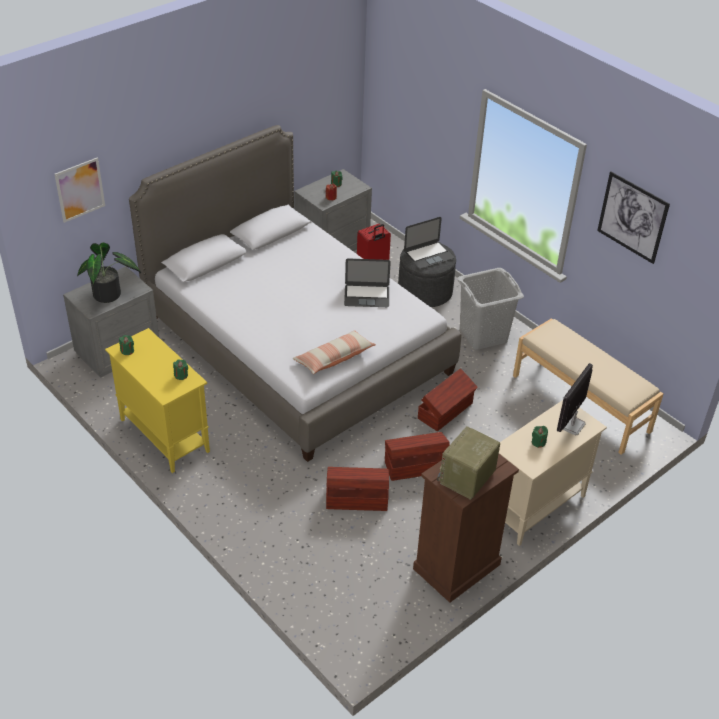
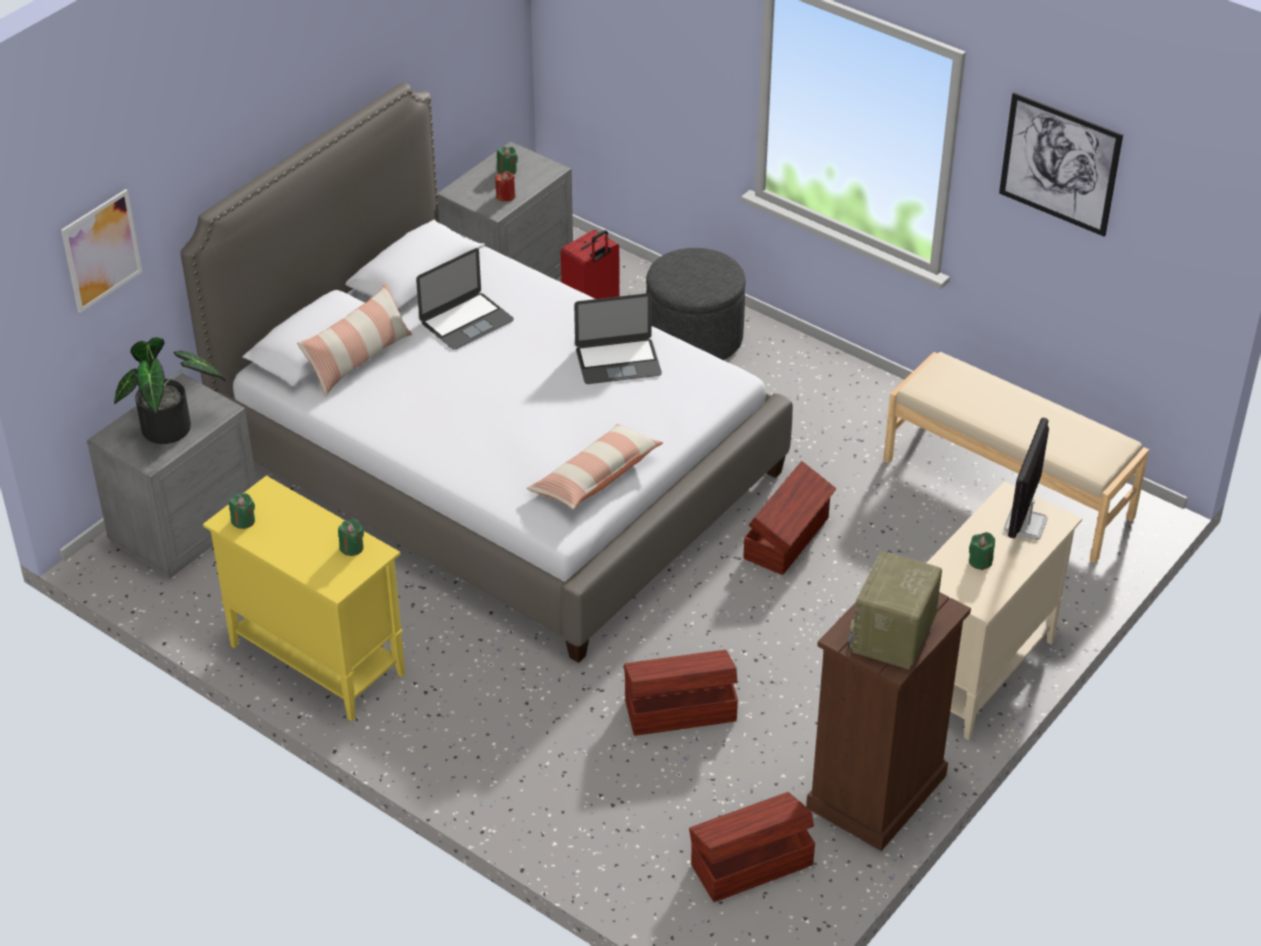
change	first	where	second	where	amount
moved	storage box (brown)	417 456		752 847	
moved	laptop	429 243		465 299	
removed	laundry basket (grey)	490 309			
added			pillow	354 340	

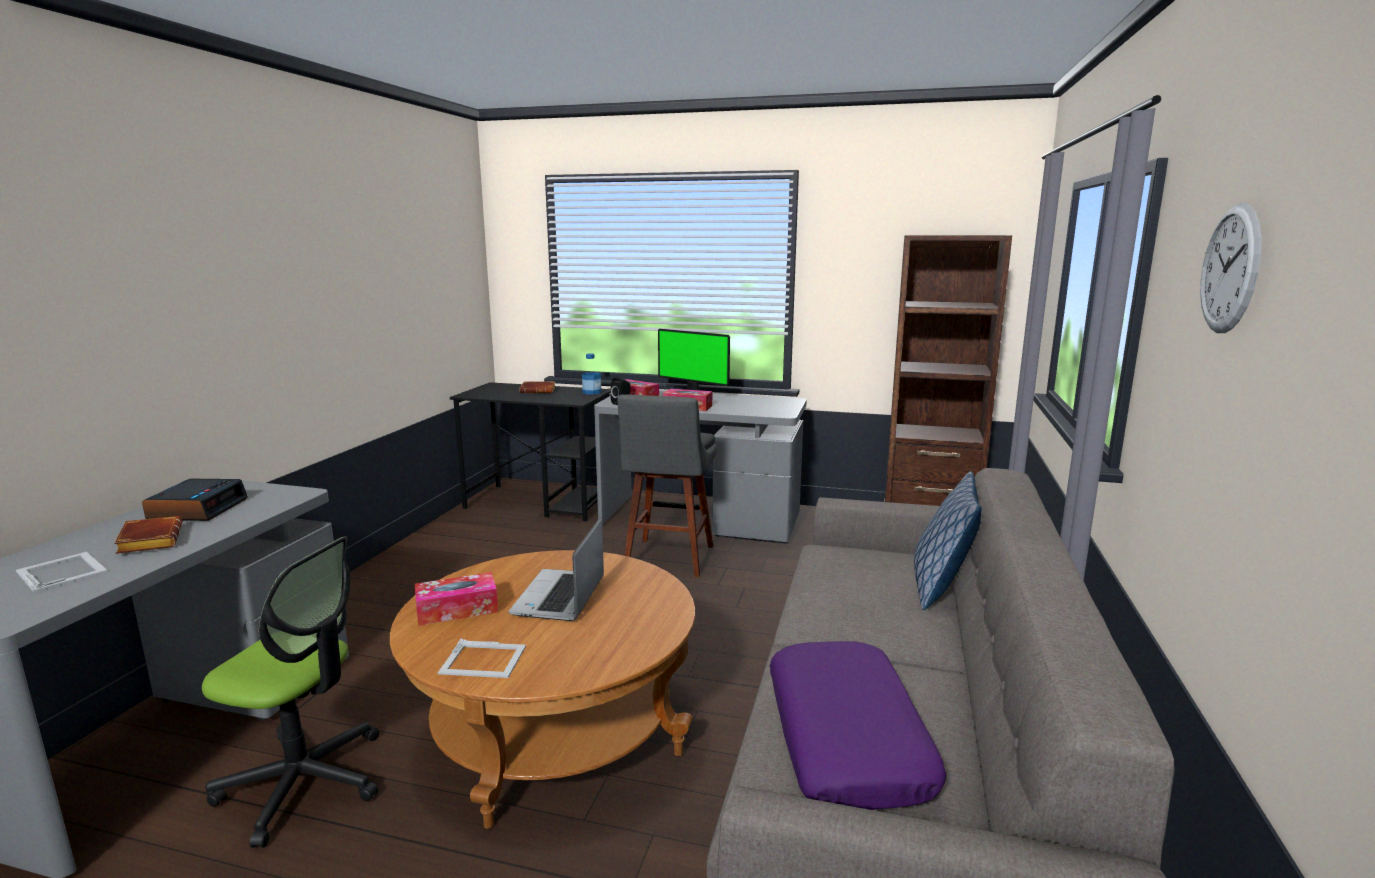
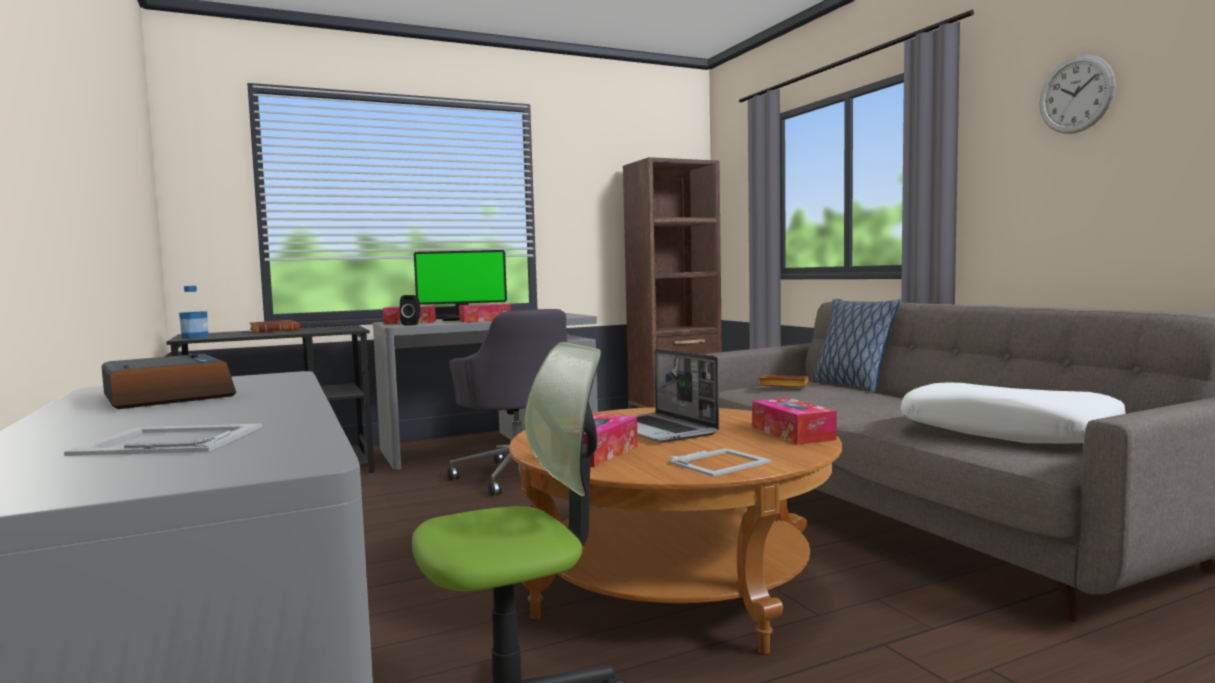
change	first	where	second	where	amount
moved	book (brown)	148 535		784 381	
moved	bottle	591 374		193 312	
replaced	stool (grey)	667 485	office chair (grey)	507 402	
recoloured	pillow (purple)	858 725	pillow (white)	1013 412	
added			tissue box	794 421	

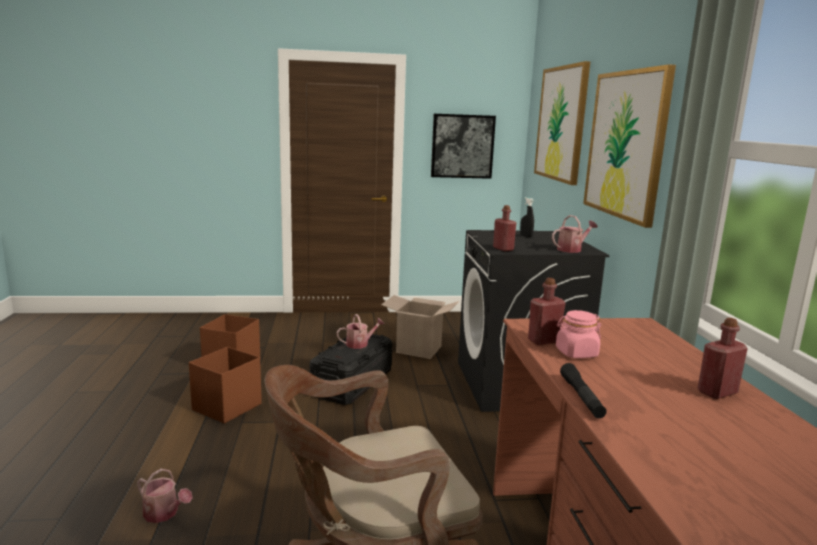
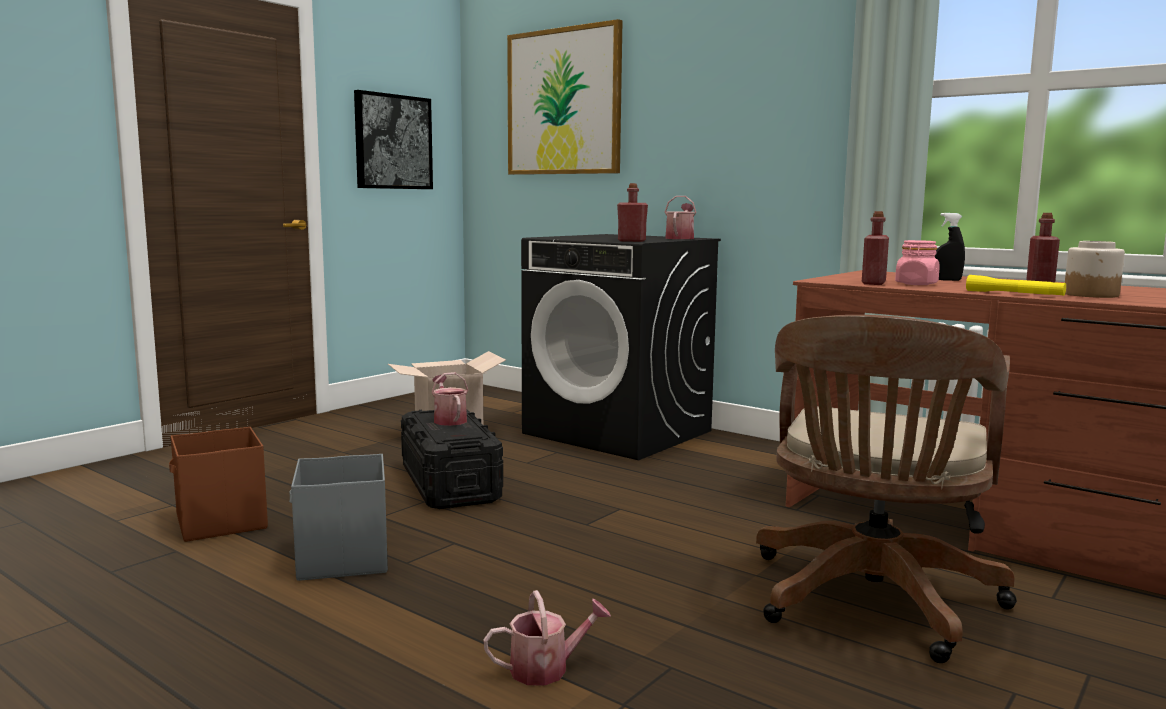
change	first	where	second	where	amount
recoloured	storage box (brown)	225 385	storage box (grey)	338 517	
turned	watering can	361 331		450 399	45 degrees counterclockwise
moved	spray bottle (black)	527 217		950 247	
recoloured	flashlight (black)	583 390	flashlight (yellow)	1016 285	
removed	picture	629 146			
added			jar	1095 269	

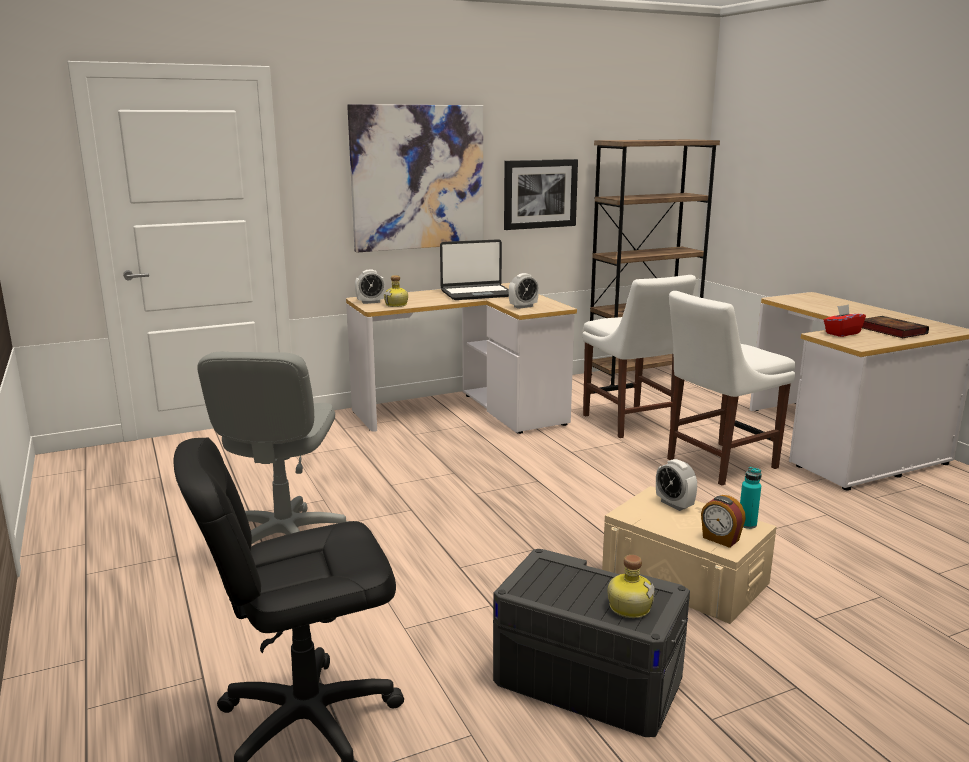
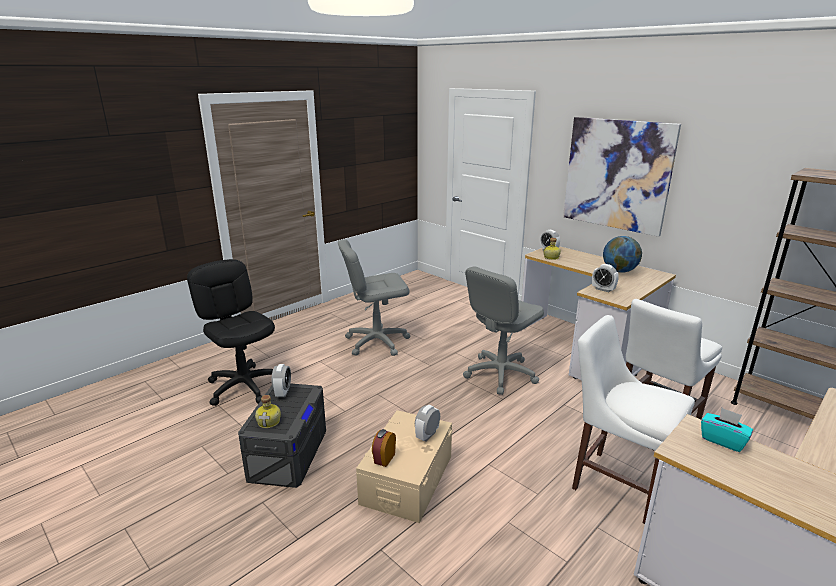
change	first	where	second	where	amount
replaced	laptop	474 269	globe	622 254	
removed	picture	541 194			
removed	bottle (turquoise)	750 498			
recoloured	tissue box (red)	845 320	tissue box (turquoise)	727 430	
removed	book	895 327			
added			alarm clock	281 380	
added			office chair (grey)	503 330	

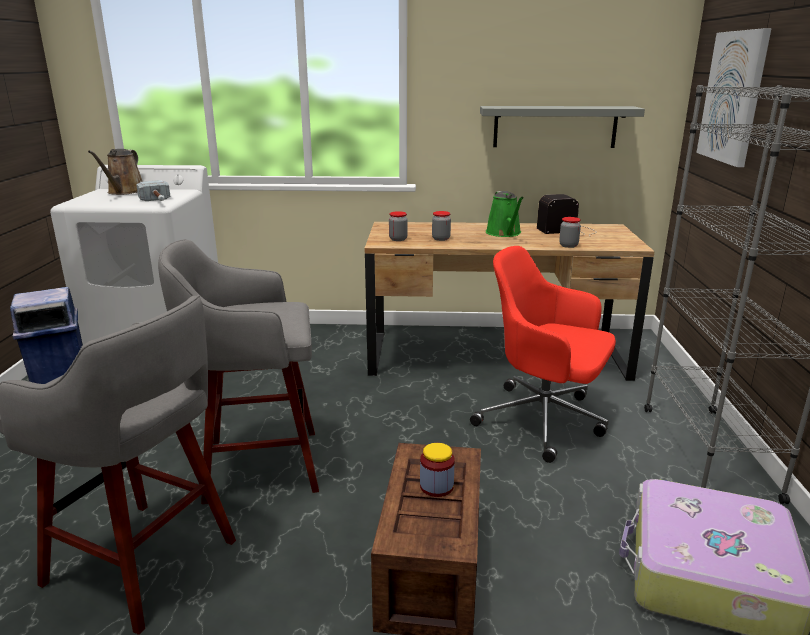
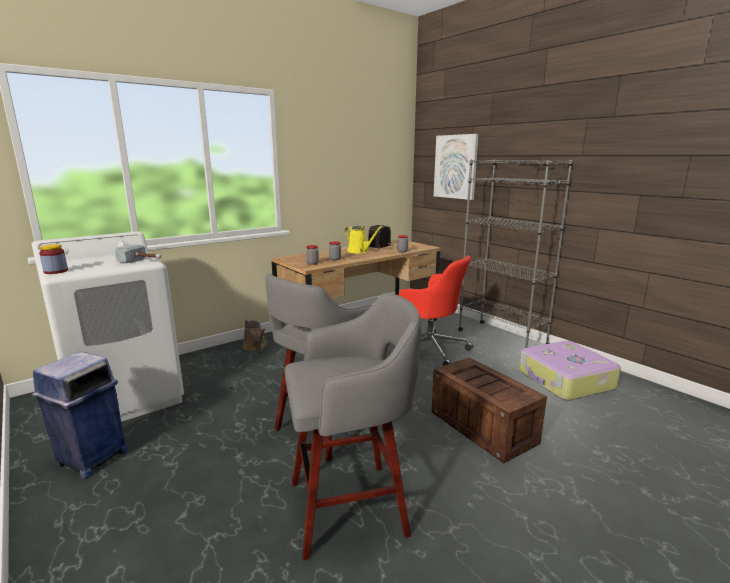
change	first	where	second	where	amount
moved	watering can (brown)	115 172		254 335	
moved	jar	437 470		53 259	
turned	office chair (red)	543 354		436 311	135 degrees counterclockwise
removed	shelf (grey)	562 127			
recoloured	watering can (green)	505 214	watering can (yellow)	363 239	

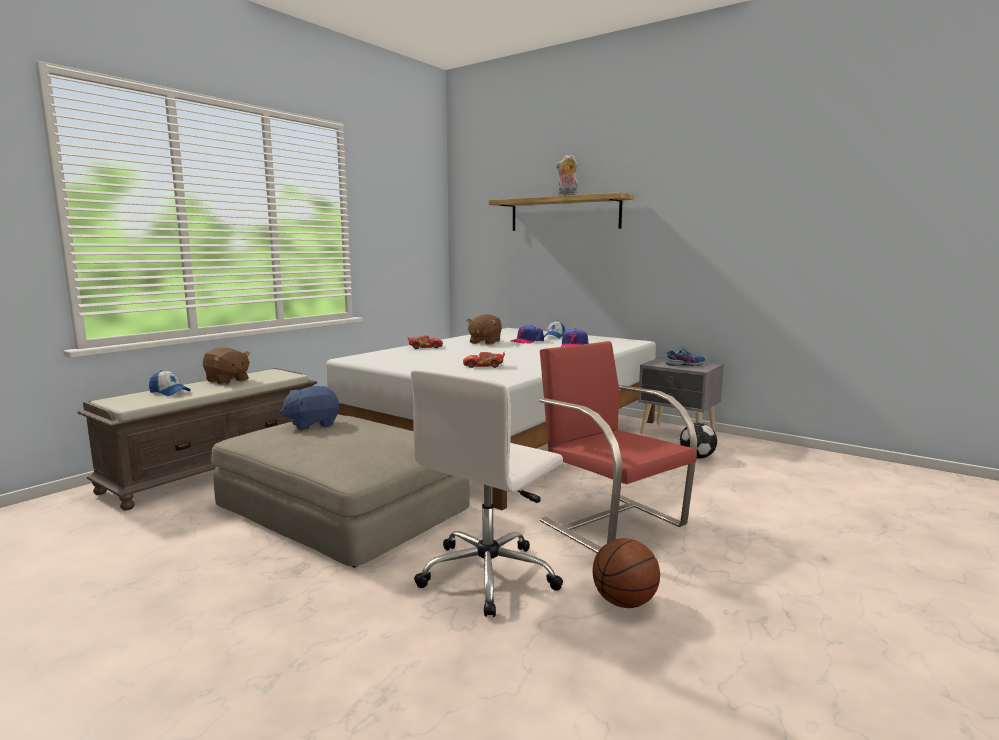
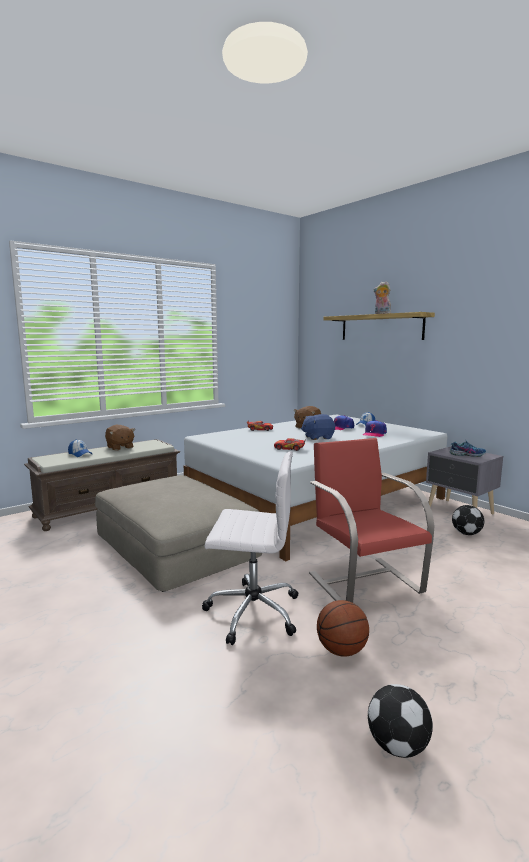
change	first	where	second	where	amount
moved	plush toy (blue)	309 408		318 427	
turned	office chair (white)	487 493		250 548	135 degrees counterclockwise
added			football	400 721	

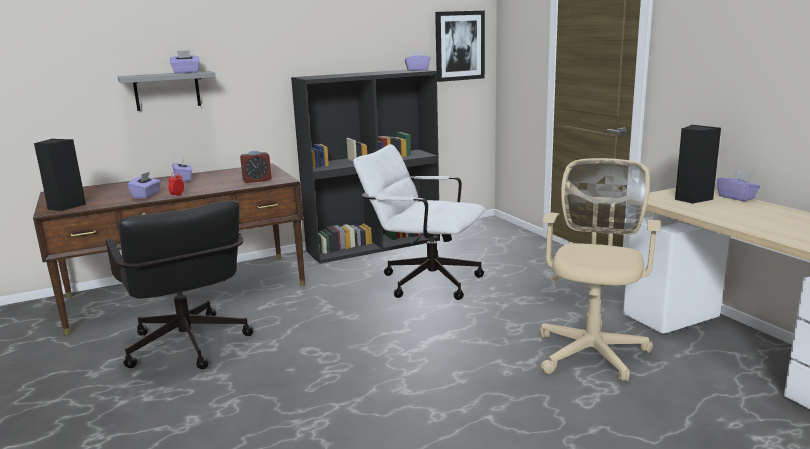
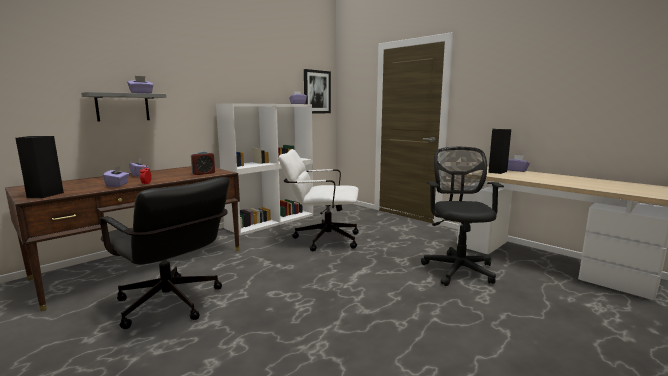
change	first	where	second	where	amount
recoloured	bookcase (black)	365 167	bookcase (white)	264 169	
recoloured	office chair (beige)	600 270	office chair (black)	462 216	

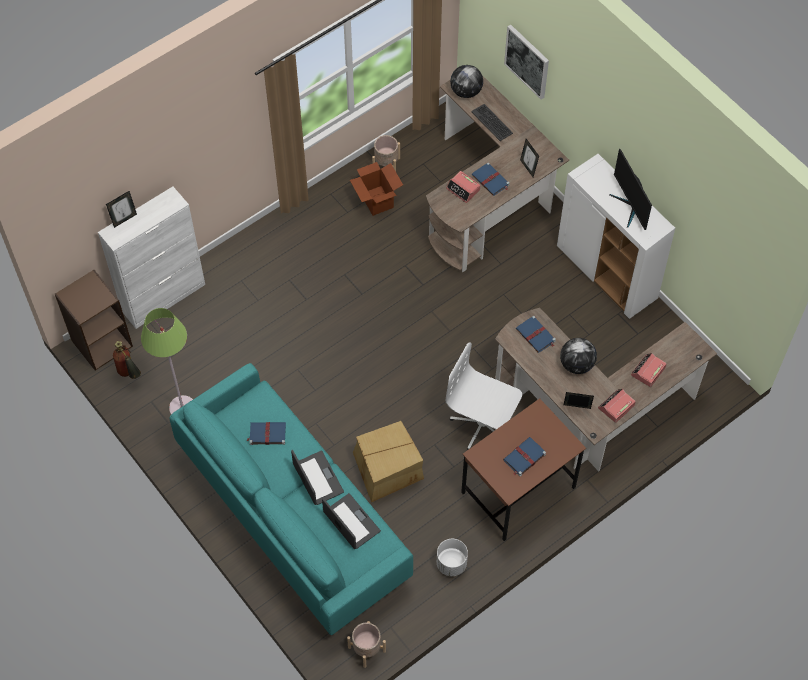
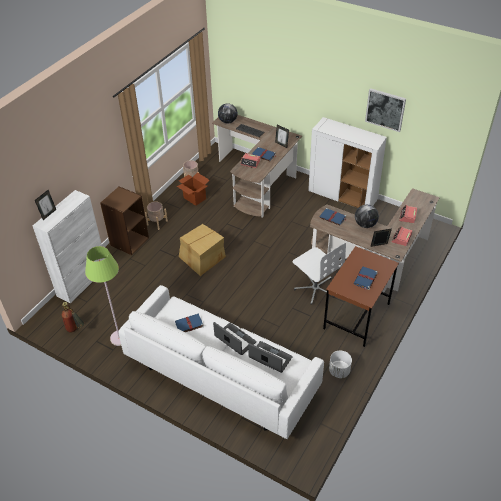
change	first	where	second	where	amount
moved	bookcase (brown)	94 320		124 220	
recoloured	sofa (turquoise)	291 499	sofa (white)	221 362	
moved	planter (beige)	366 644		156 216	
moved	cardboard box	388 461		202 250	
turned	office chair (white)	484 396		319 274	135 degrees counterclockwise
moved	picture	526 62		385 110	
removed	monitor	630 189			

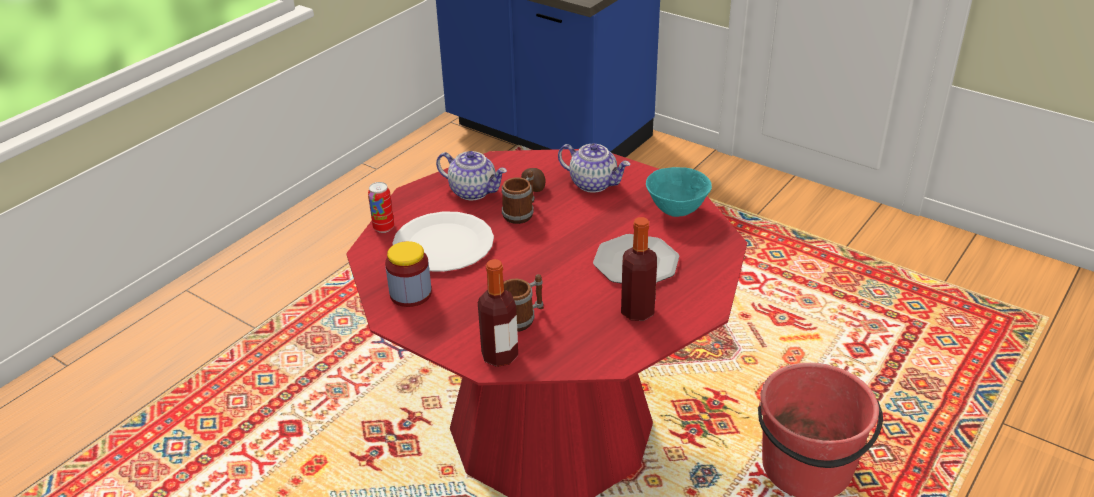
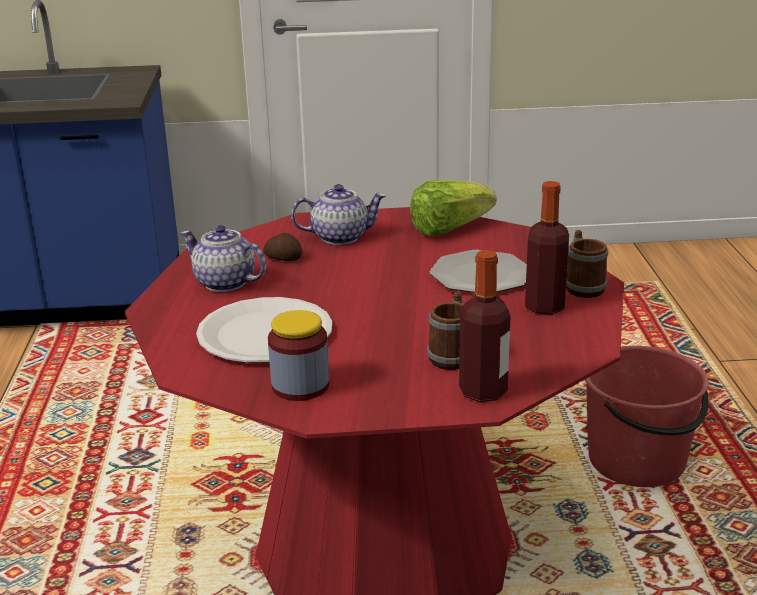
change	first	where	second	where	amount
removed	can	381 207			
turned	teapot	471 175		223 258	135 degrees counterclockwise
moved	mug	518 197		587 264	
replaced	bowl (turquoise)	679 192	lettuce	453 208	

